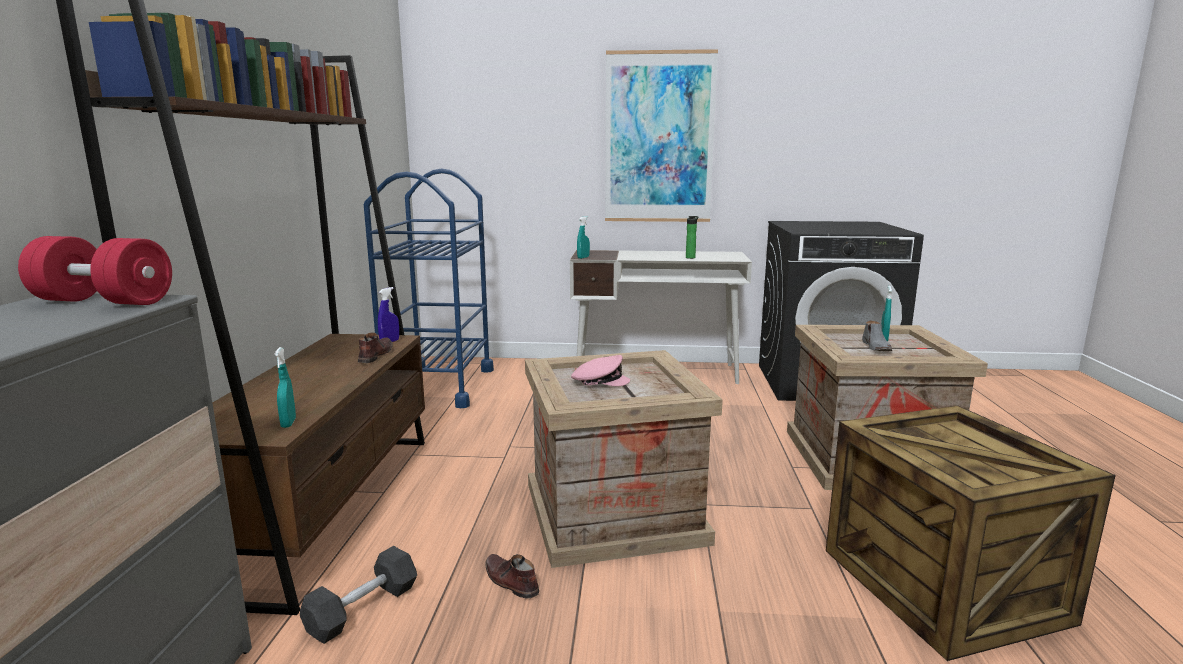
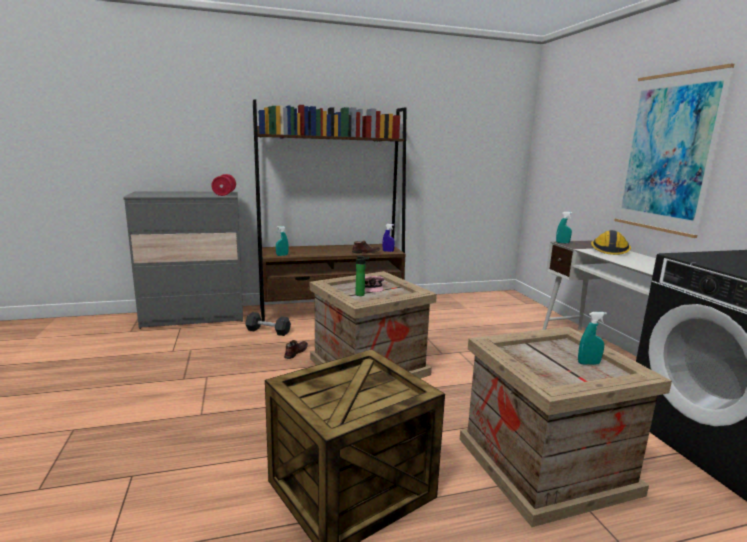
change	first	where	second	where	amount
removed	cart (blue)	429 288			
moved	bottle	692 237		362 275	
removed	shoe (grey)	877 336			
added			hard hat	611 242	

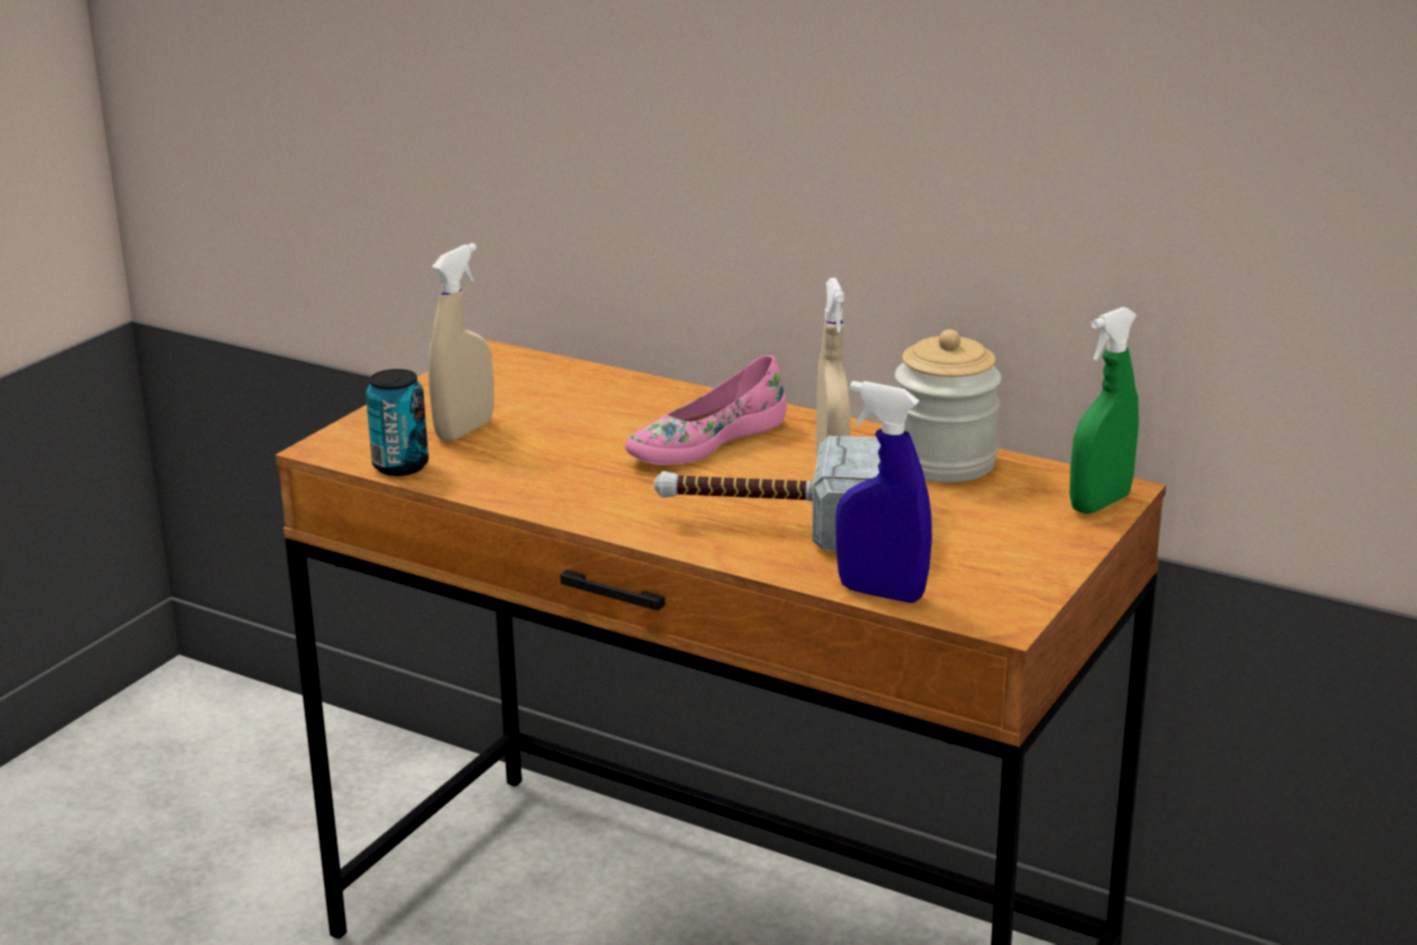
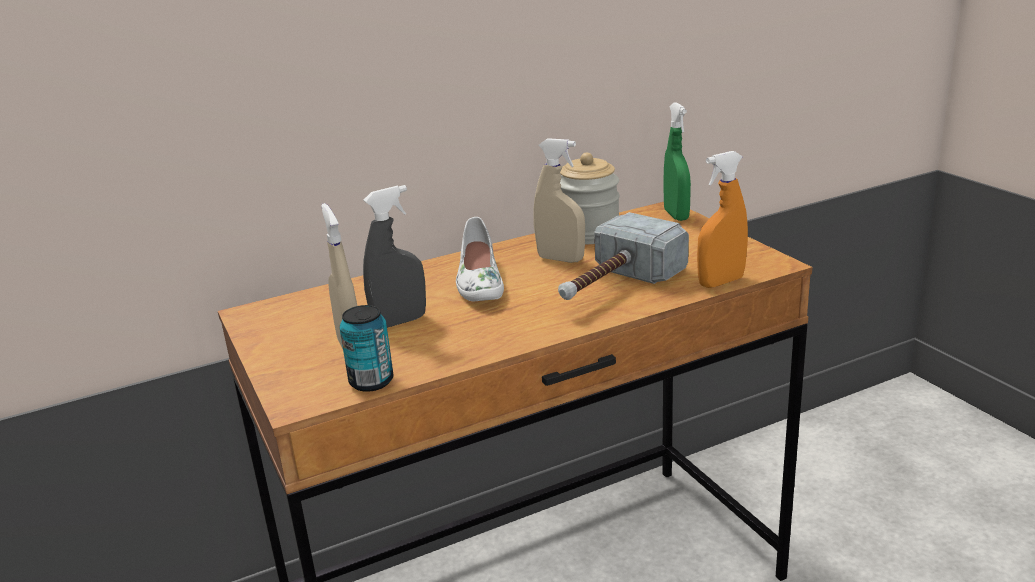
change	first	where	second	where	amount
recoloured	shoe (pink)	705 410	shoe (white)	480 259	
recoloured	spray bottle (blue)	884 492	spray bottle (orange)	722 219	
added			spray bottle (grey)	394 256	

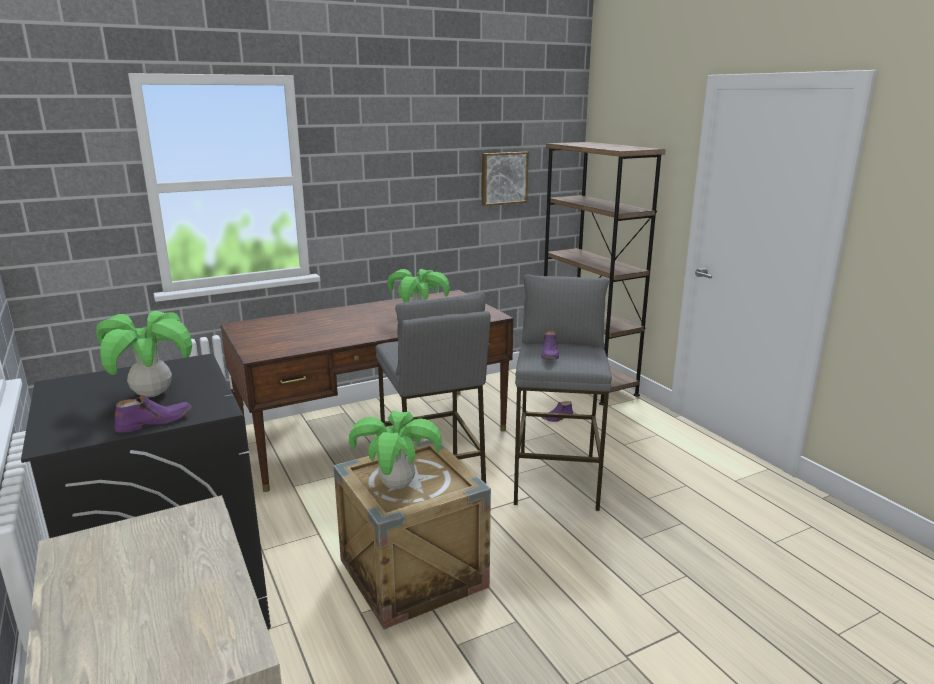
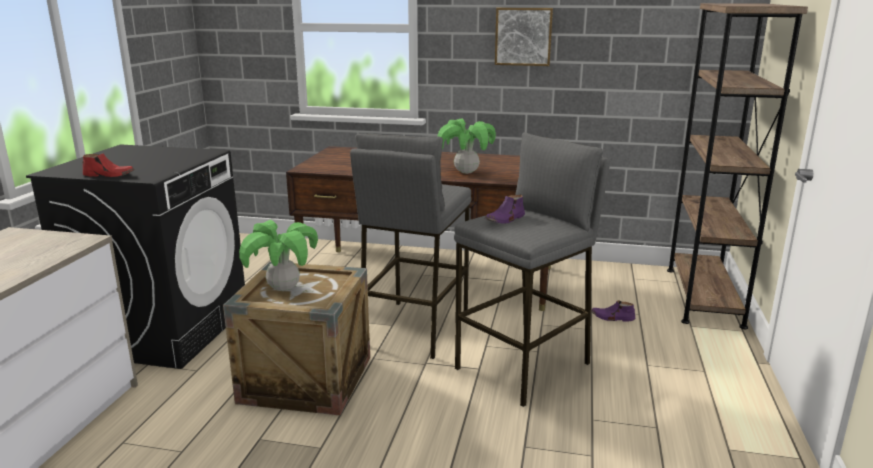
change	first	where	second	where	amount
removed	potted plant	144 354			
recoloured	shoe (purple)	153 414	shoe (red)	109 165	
moved	picture	505 179		524 37	

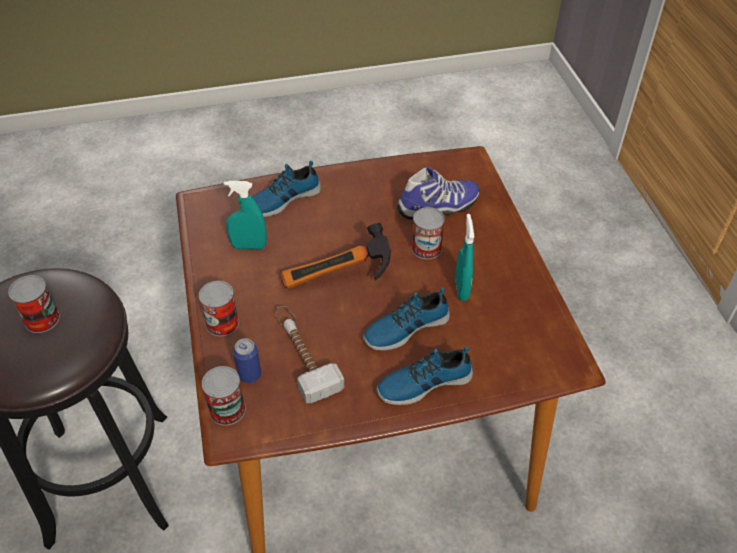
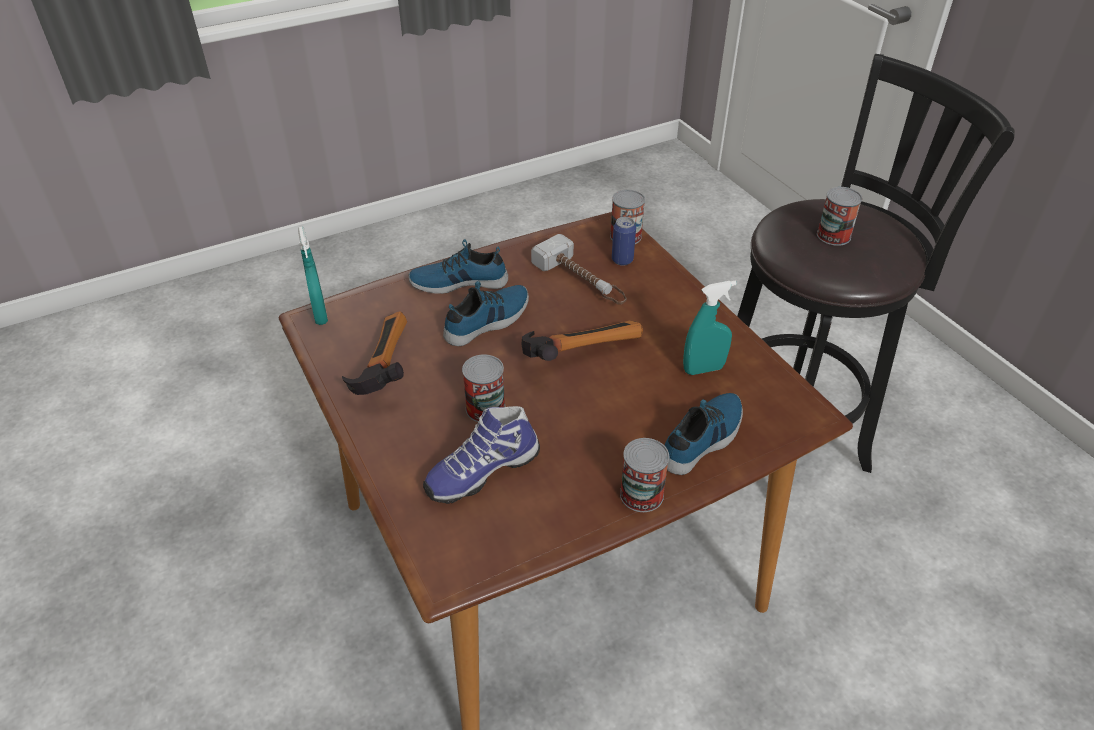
change	first	where	second	where	amount
moved	can	219 308		644 475	
turned	shoe	424 375		458 266	150 degrees counterclockwise
moved	spray bottle (turquoise)	464 257		313 276	
added			hammer	374 353	

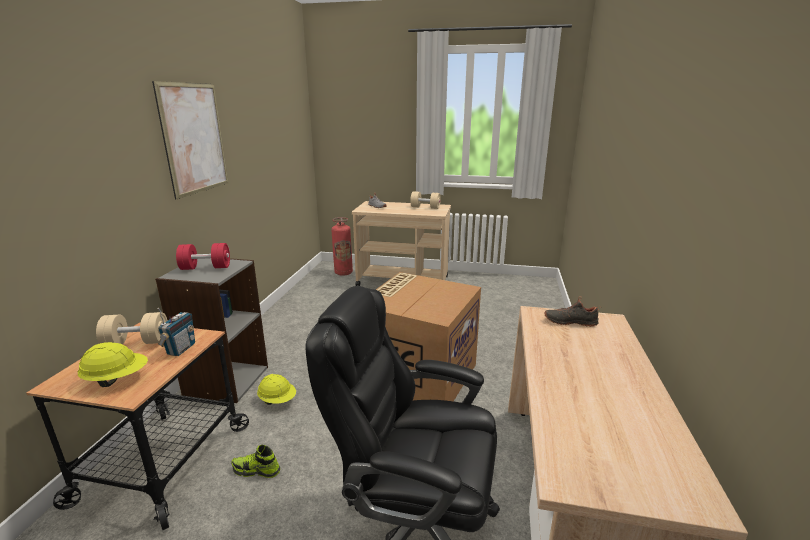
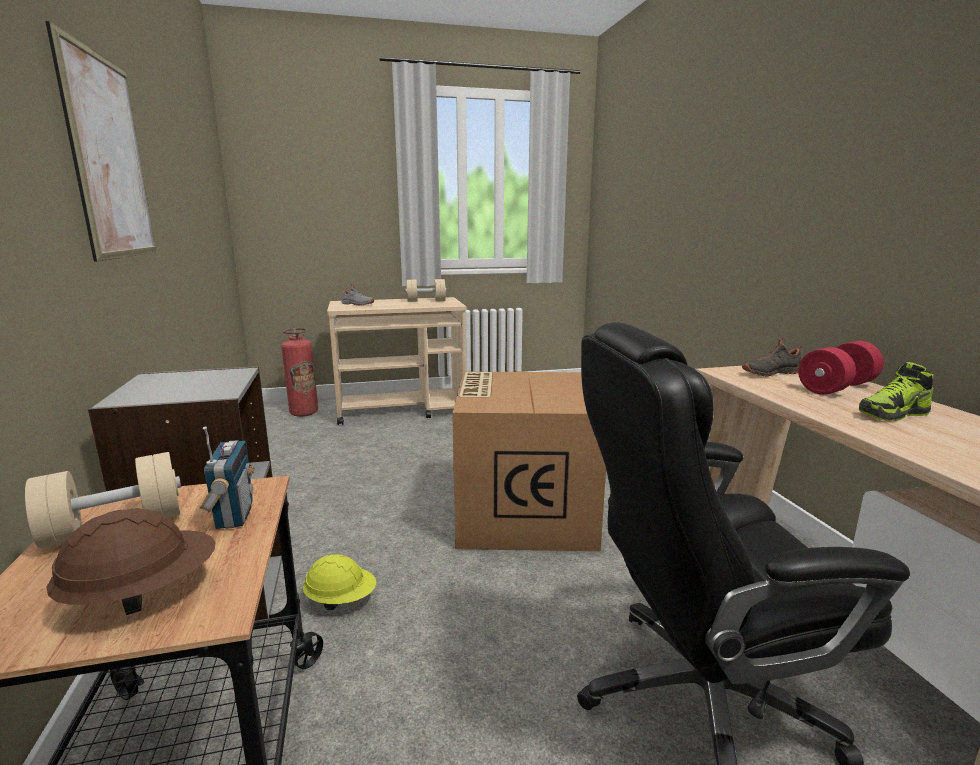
change	first	where	second	where	amount
recoloured	hard hat (yellow)	112 364	hard hat (brown)	131 561	
moved	dumbbell (red)	203 256		841 368	
moved	shoe	255 461		896 391	

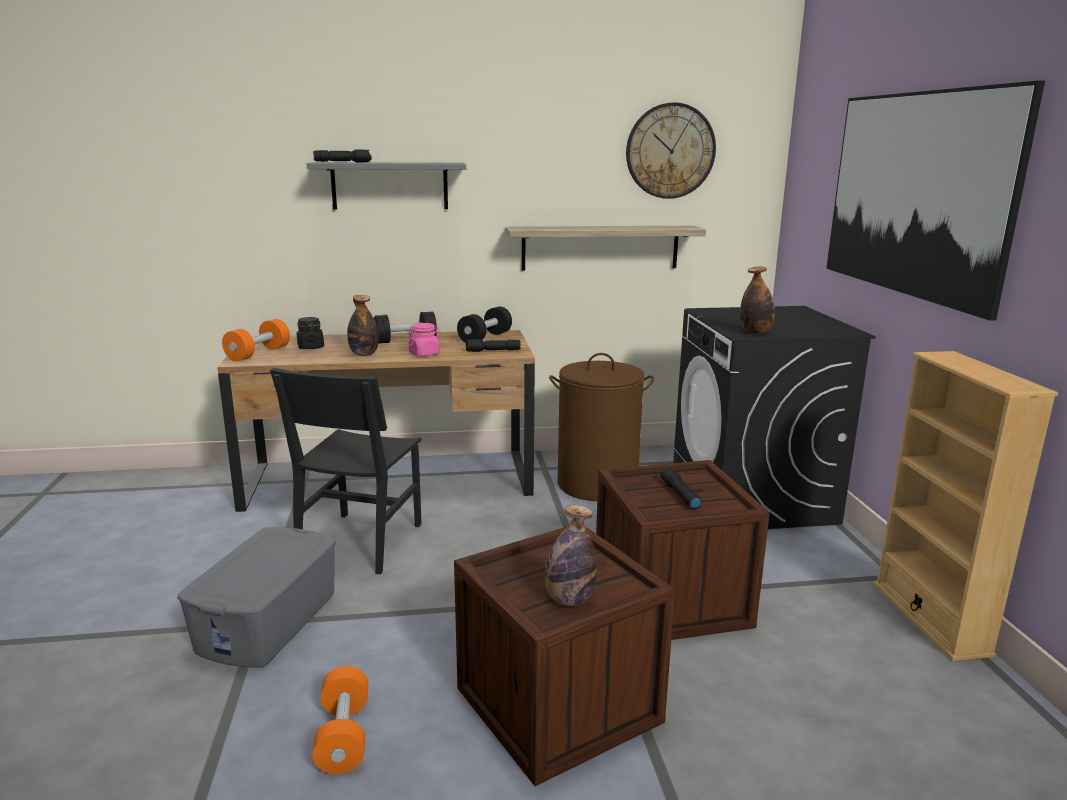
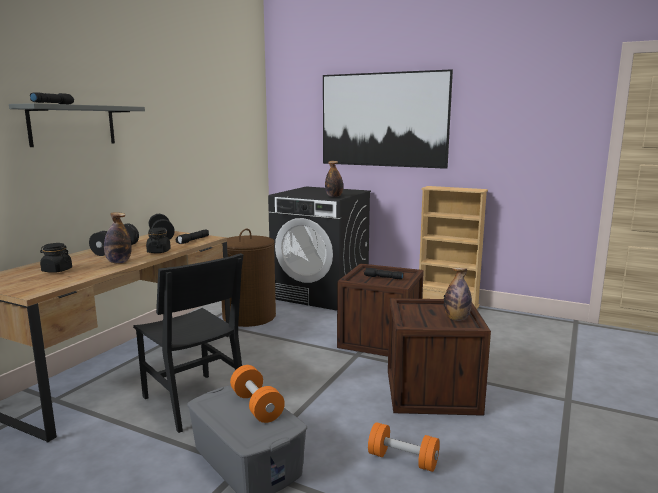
change	first	where	second	where	amount
moved	dumbbell (orange)	256 340		257 394	
recoloured	jar (pink)	424 339	jar (black)	158 240	
removed	shelf	606 248			
removed	wall clock	671 150			

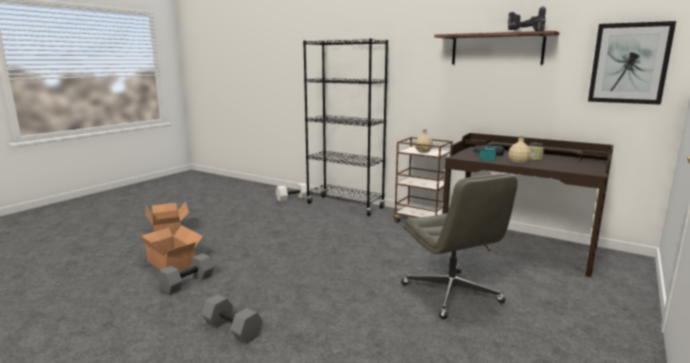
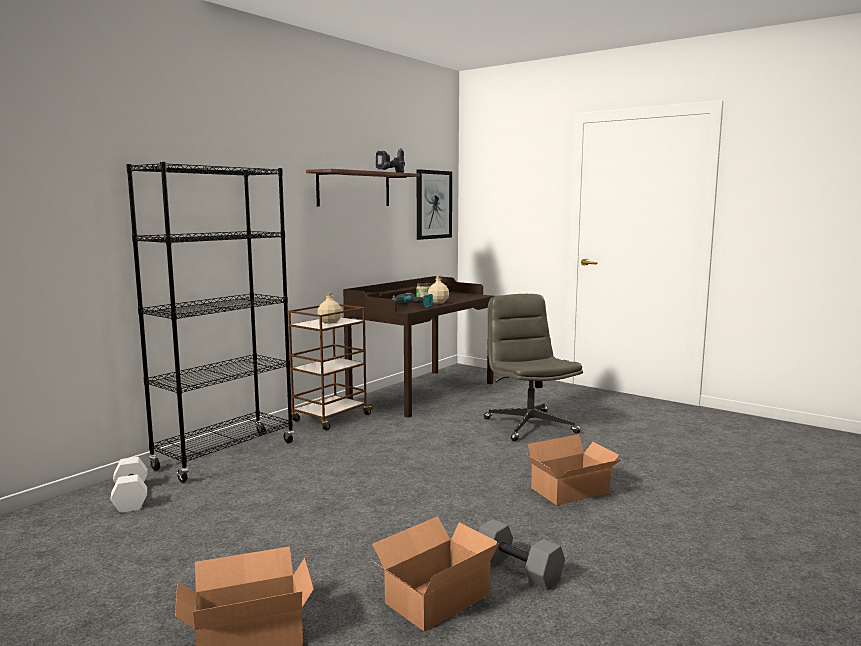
change	first	where	second	where	amount
removed	dumbbell (grey)	232 319			
turned	office chair (grey)	459 246		533 367	90 degrees counterclockwise
added			cardboard box	574 470	

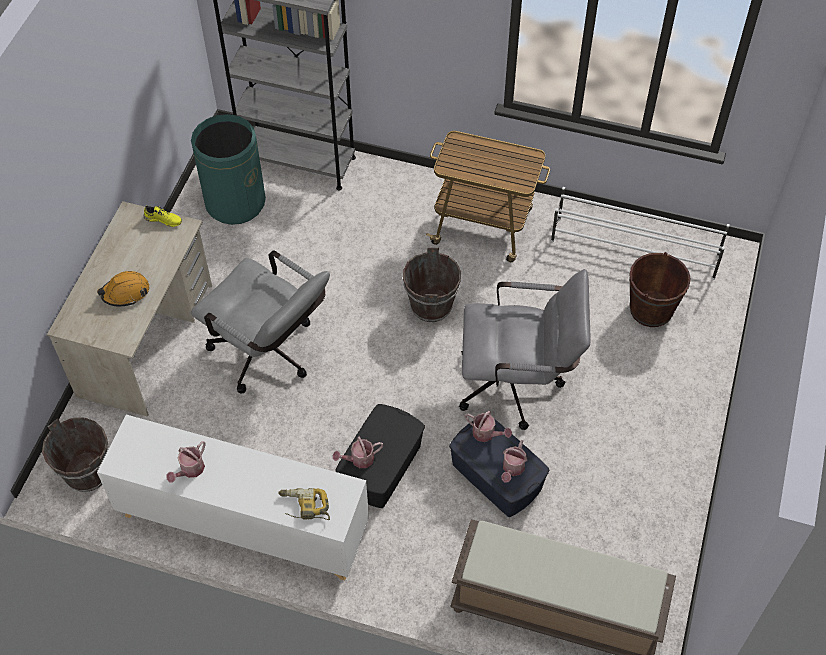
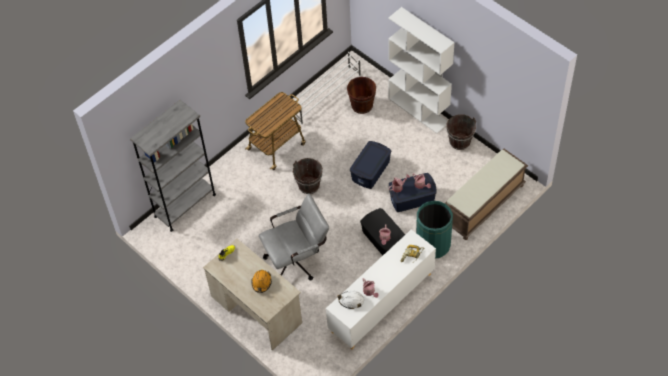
change	first	where	second	where	amount
moved	bucket (brown)	75 454		461 132	
moved	trash can (green)	228 169		434 230	
replaced	office chair (grey)	525 349	storage box (blue)	371 165	
added			hard hat (white)	351 300	
added			bookcase (white)	421 70	

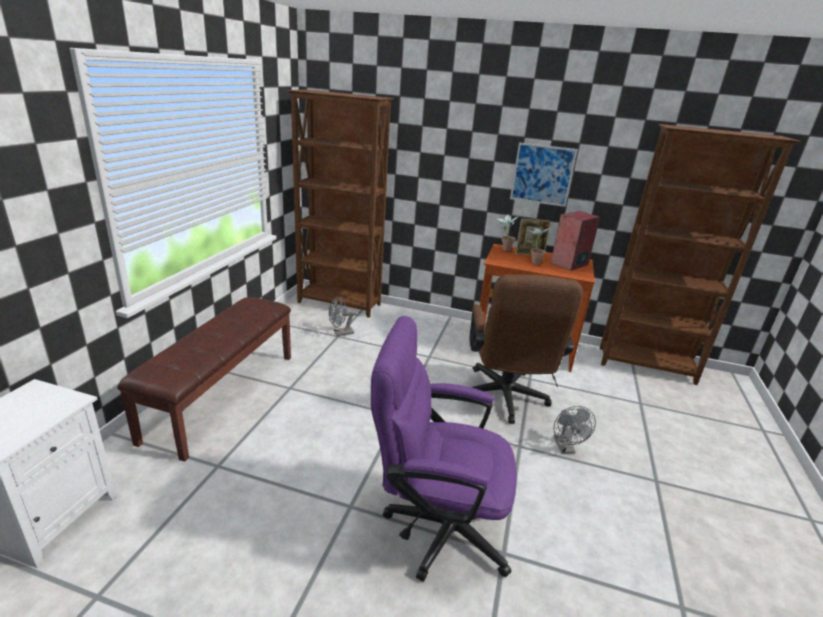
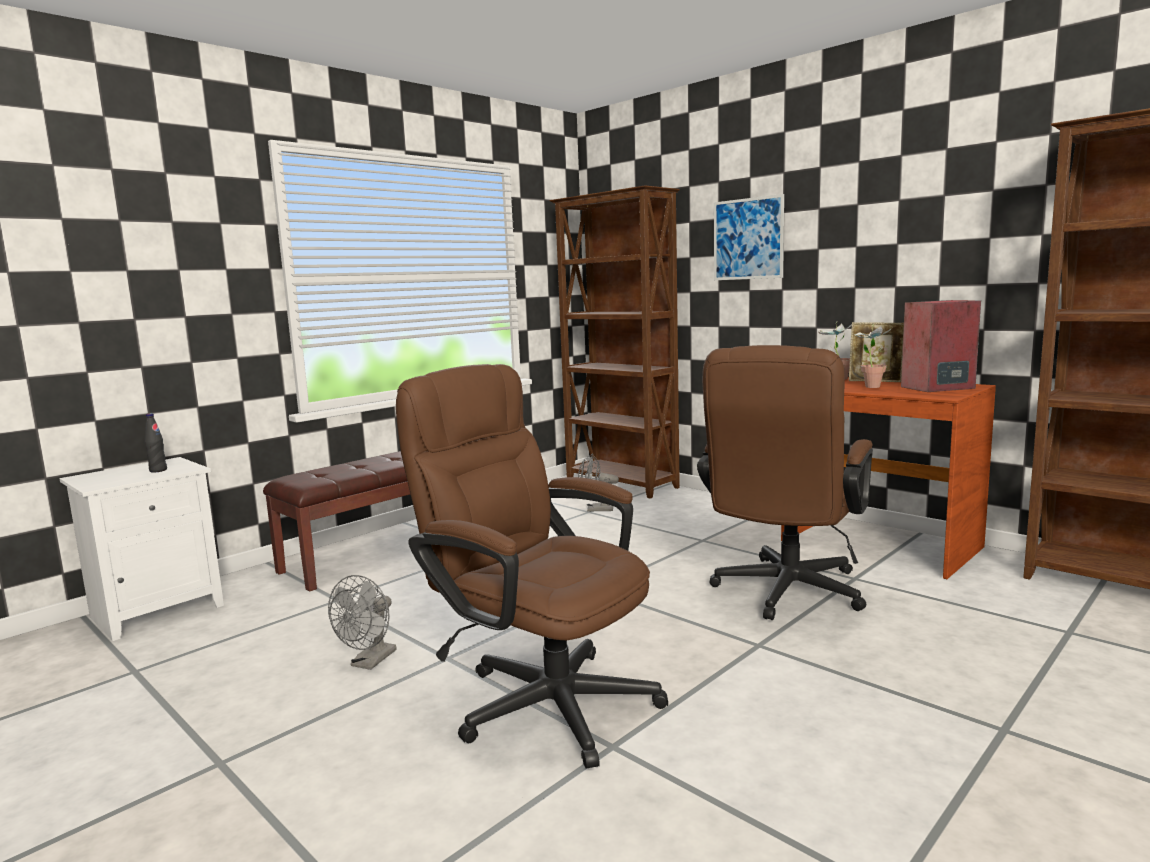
change	first	where	second	where	amount
recoloured	office chair (purple)	444 449	office chair (brown)	532 566	
moved	picture	544 175		749 237	
moved	fan (grey)	574 429		362 622	
added			bottle (black)	156 442	

